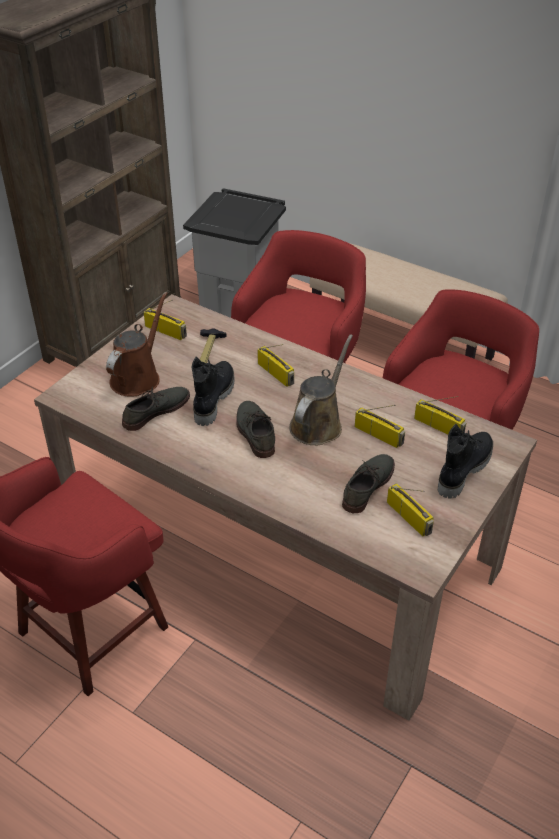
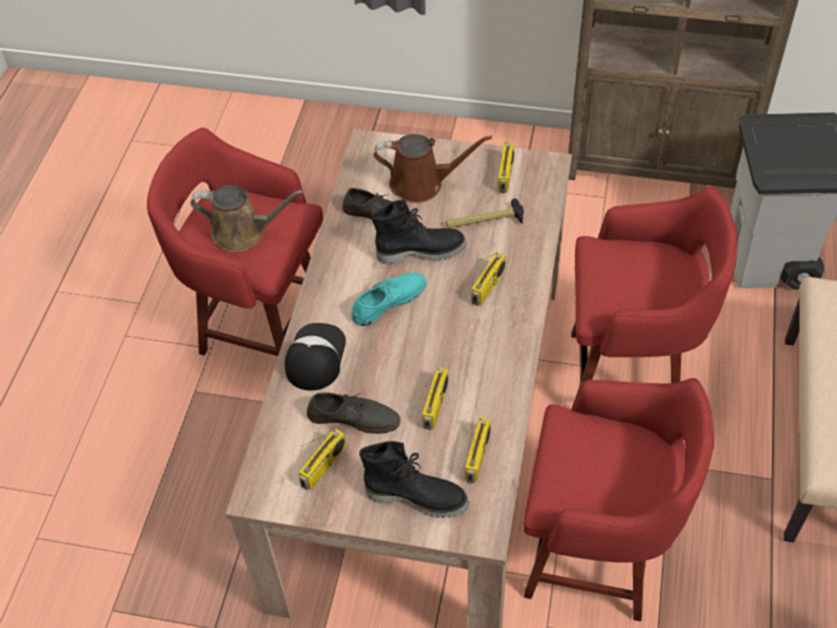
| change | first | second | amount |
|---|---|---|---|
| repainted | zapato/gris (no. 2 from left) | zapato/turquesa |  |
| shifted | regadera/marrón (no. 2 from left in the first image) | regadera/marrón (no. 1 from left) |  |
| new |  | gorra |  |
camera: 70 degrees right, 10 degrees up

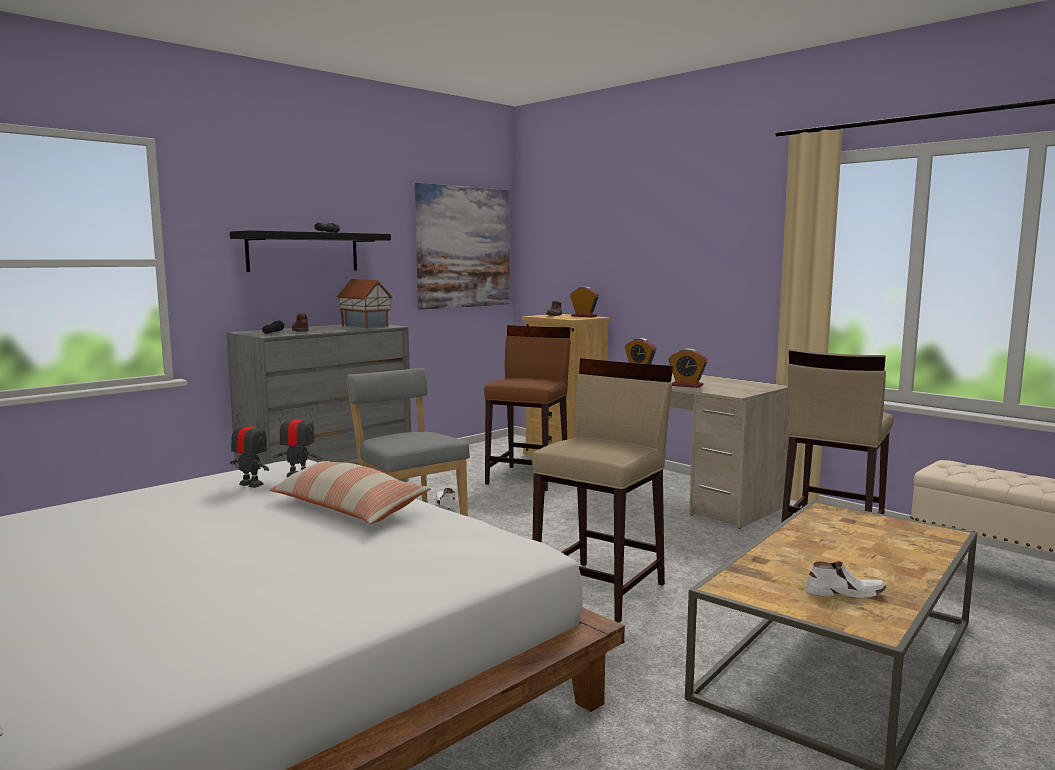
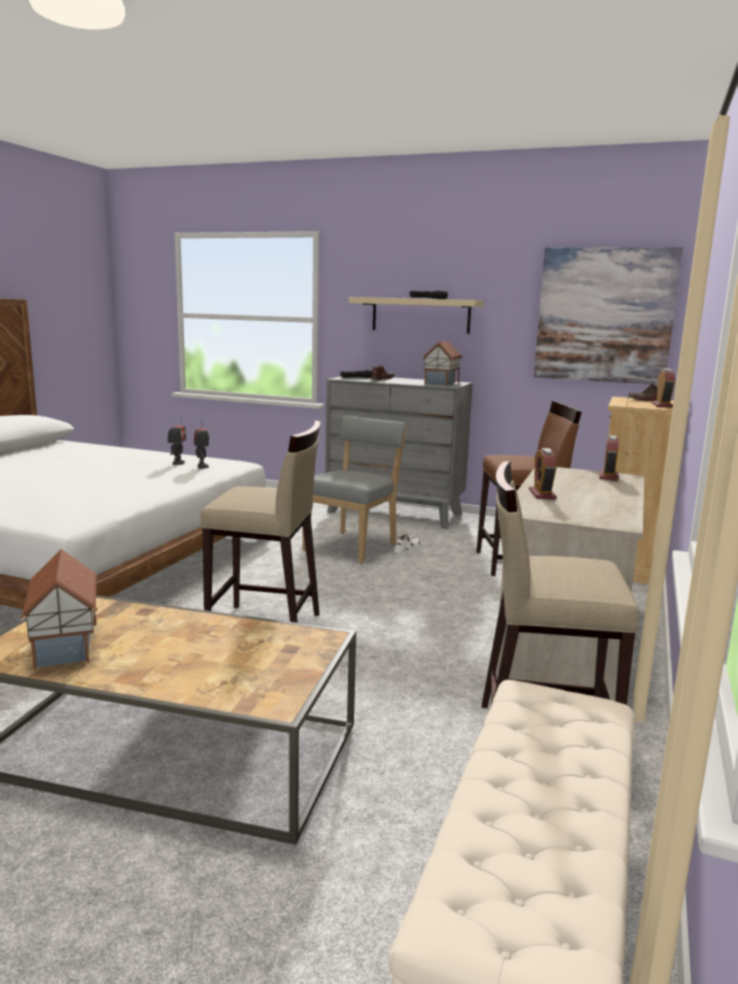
| change | first | second | amount |
|---|---|---|---|
| repainted | estante/negro | estante/beis |  |
| gone | cojín |  |  |
| swapped | zapato/blanco (no. 2 from left) | casita (no. 1 from left) |  |
camera: 65 degrees right, 5 degrees up

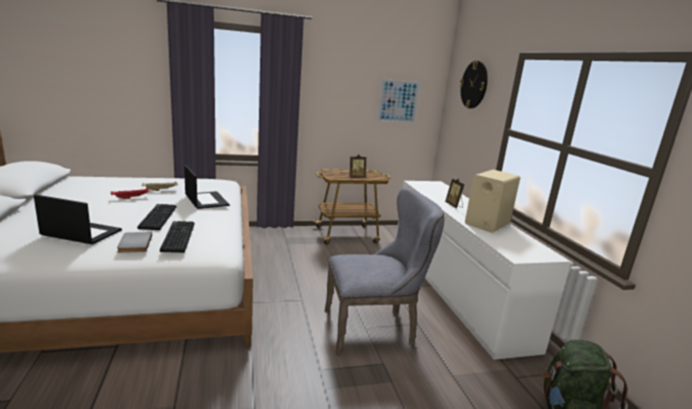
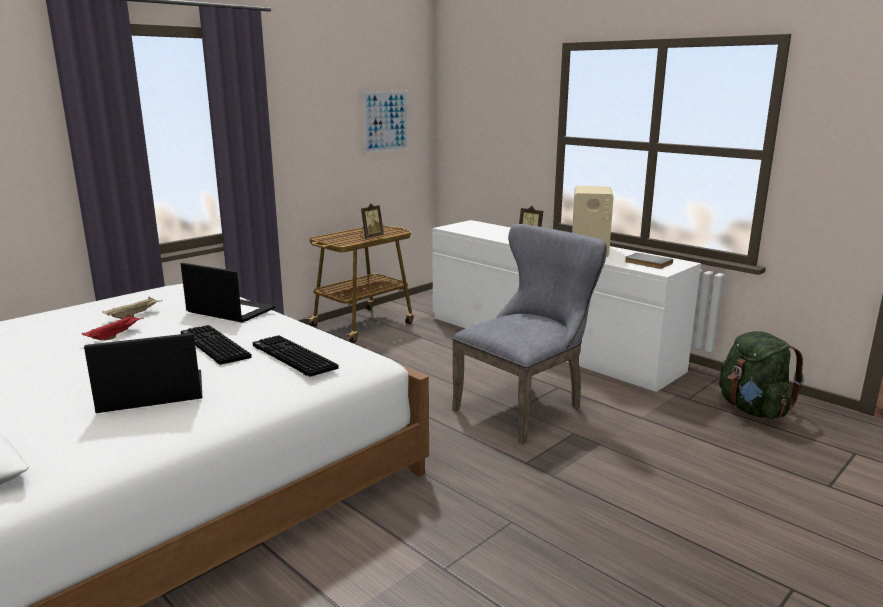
| change | first | second | amount |
|---|---|---|---|
| shifted | libro/gris |  |  |
| gone | reloj de pared |  |  |
camera: 30 degrees left, 0 degrees up

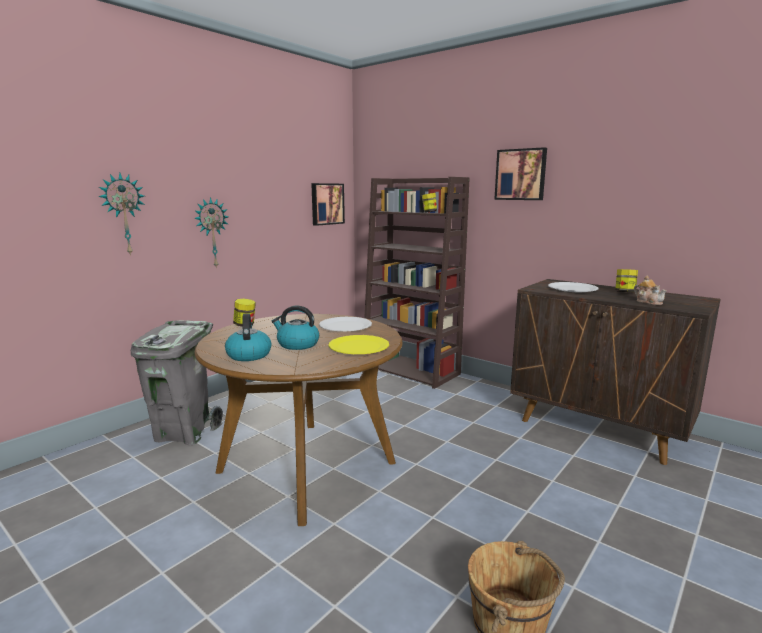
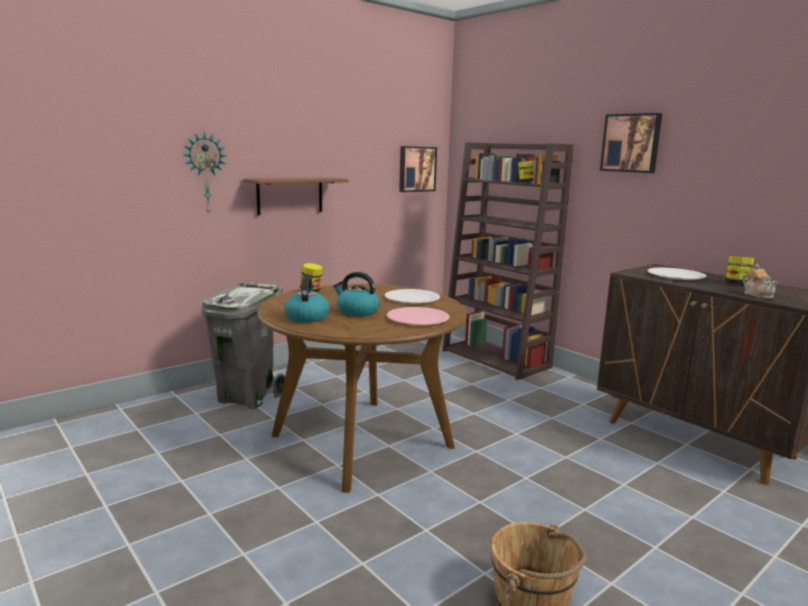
| change | first | second | amount |
|---|---|---|---|
| swapped | reloj de pared (no. 2 from left) | estante/marrón |  |
| repainted | plato/amarillo | plato/rosa |  |
camera: 10 degrees right, 0 degrees up

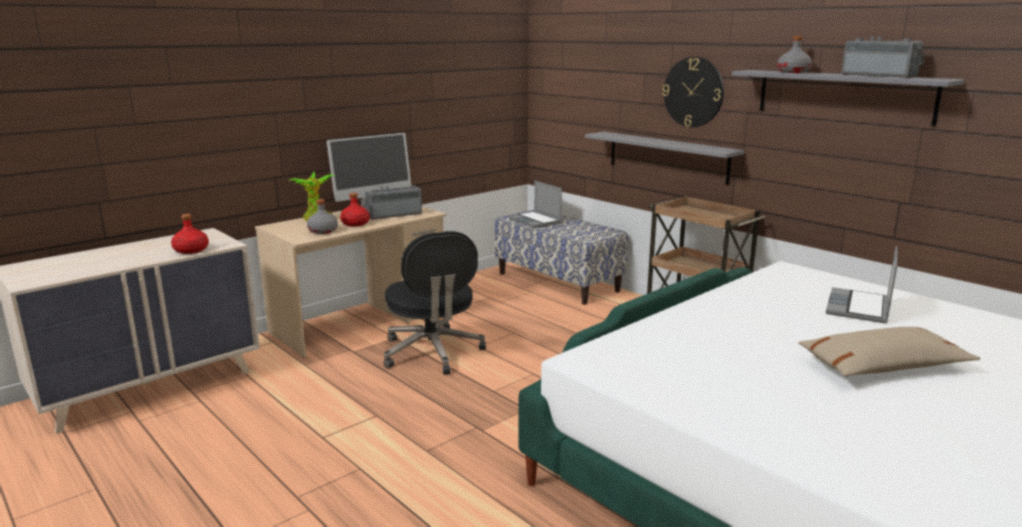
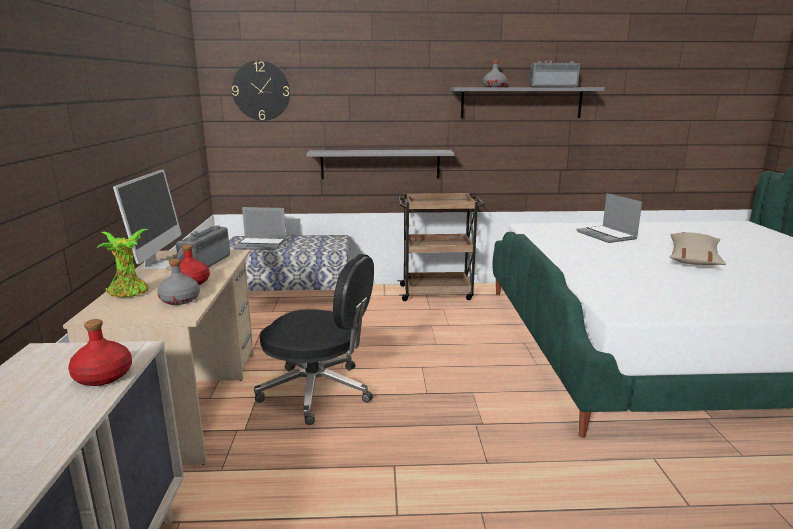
| change | first | second | amount |
|---|---|---|---|
| shifted | reloj de pared |  |  |
camera: 50 degrees left, 0 degrees up

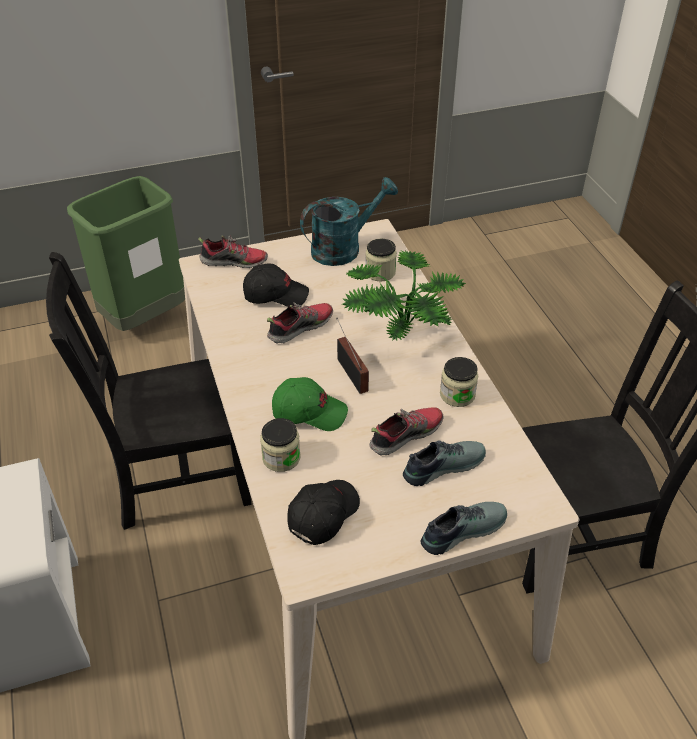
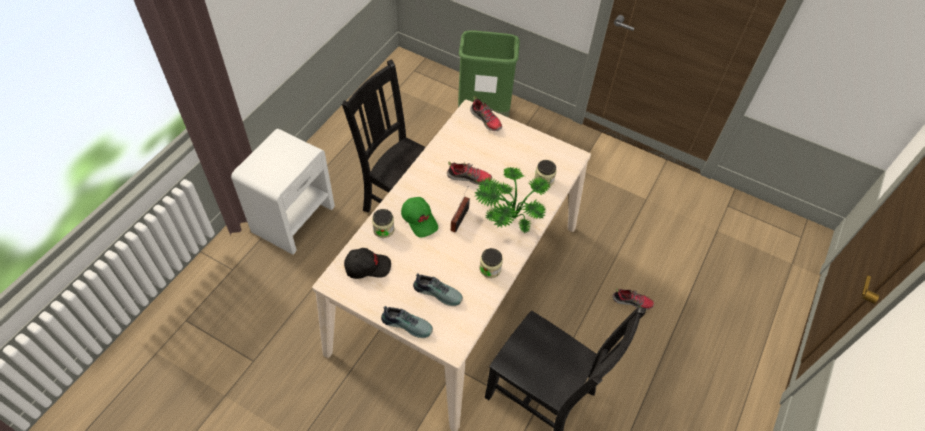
| change | first | second | amount |
|---|---|---|---|
| gone | gorra/negro (no. 1 from left) |  |  |
| gone | regadera/turquesa |  |  |
| shifted | zapato (no. 3 from left in the first image) | zapato (no. 5 from left) |  |
camera: 45 degrees right, 10 degrees up

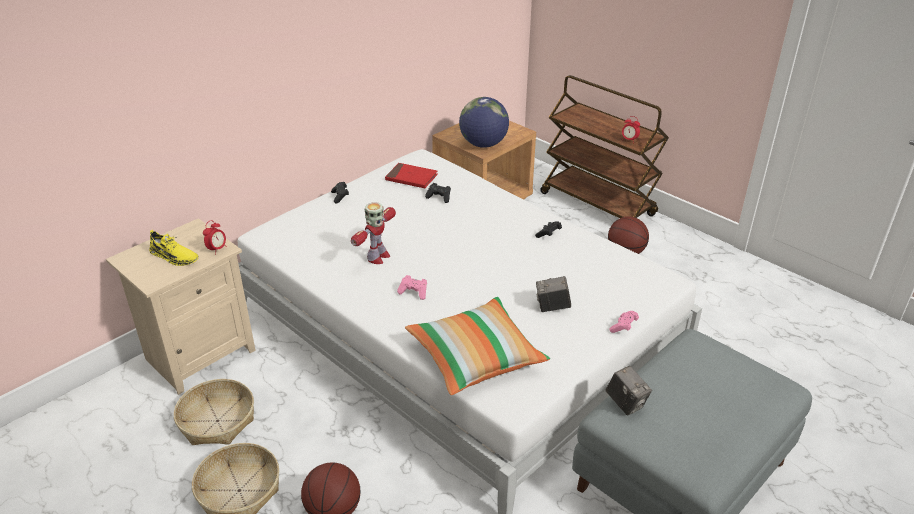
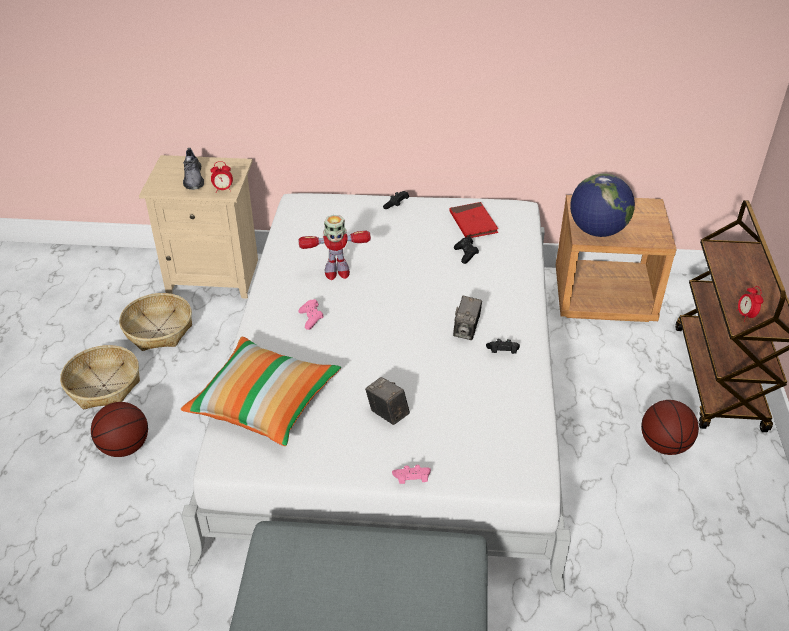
| change | first | second | amount |
|---|---|---|---|
| repainted | zapato/amarillo | zapato/gris |  |
| shifted | cámara (no. 2 from left) |  |  |
camera: 50 degrees right, 5 degrees up

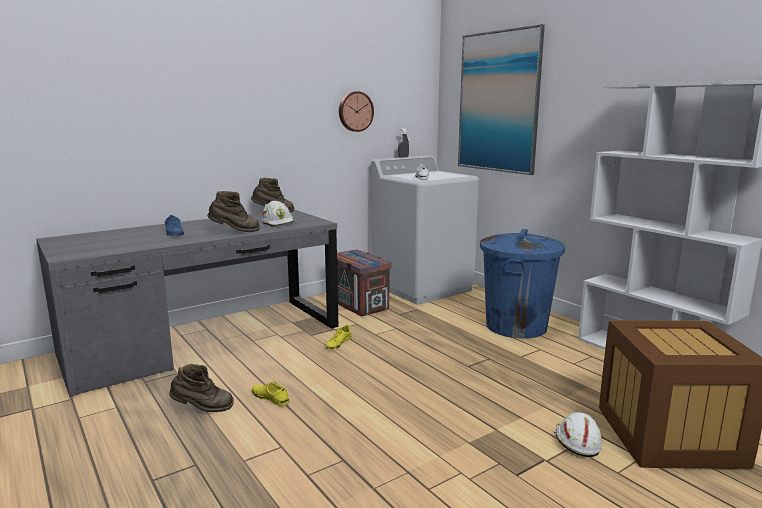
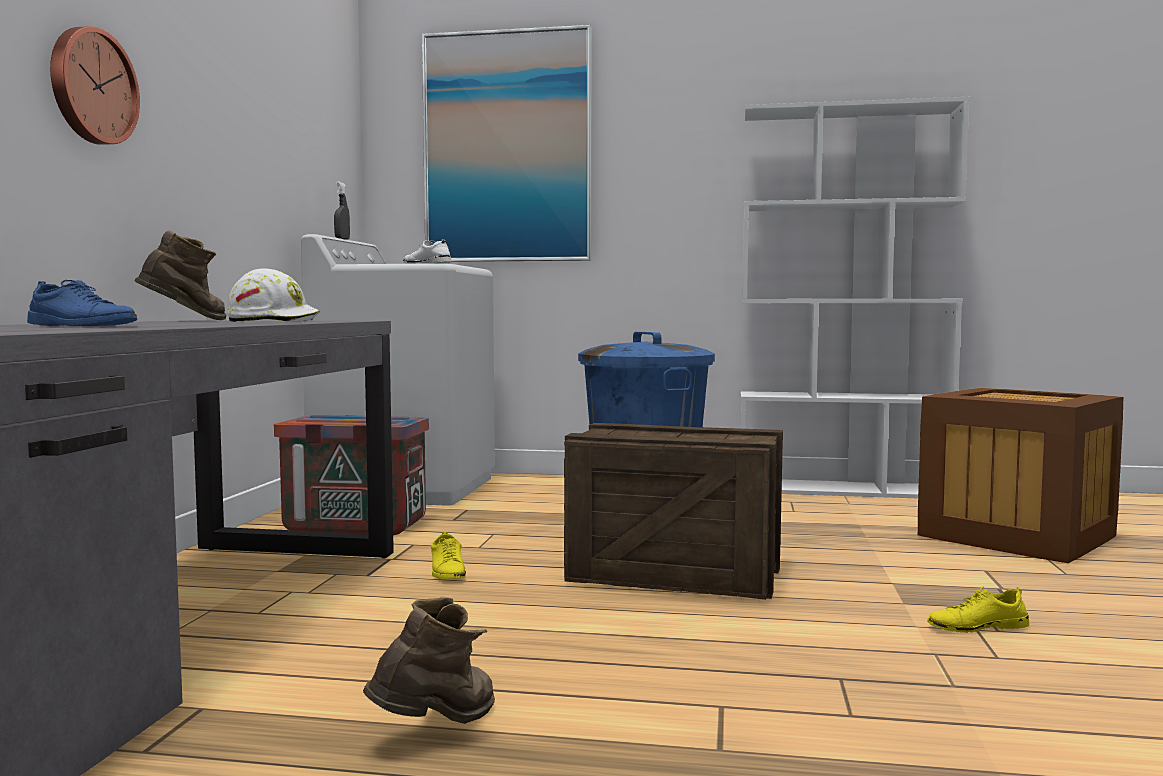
| change | first | second | amount |
|---|---|---|---|
| gone | bota/marrón (no. 2 from left) |  |  |
| shifted | zapato/amarillo (no. 1 from left in the first image) | zapato/amarillo (no. 2 from left) |  |
| shifted | reloj de pared |  |  |
| gone | casco/blanco (no. 2 from left) |  |  |
| new |  | caja de embalaje (no. 2 from left) |  |
camera: 45 degrees left, 10 degrees down

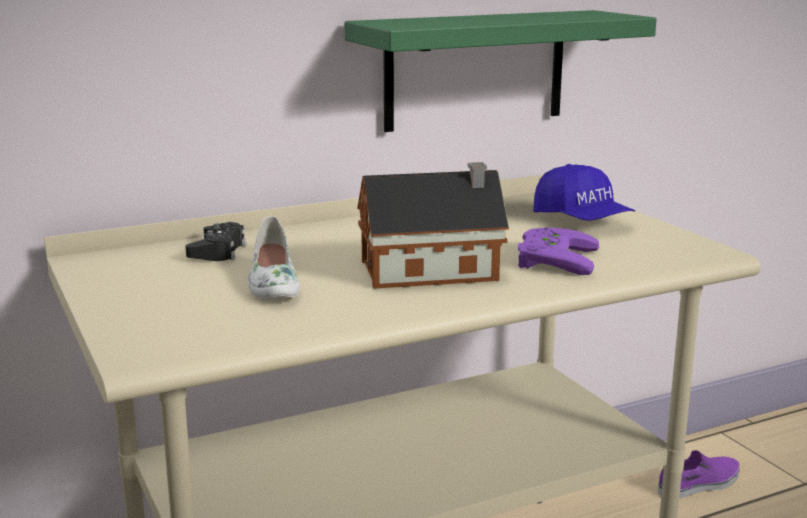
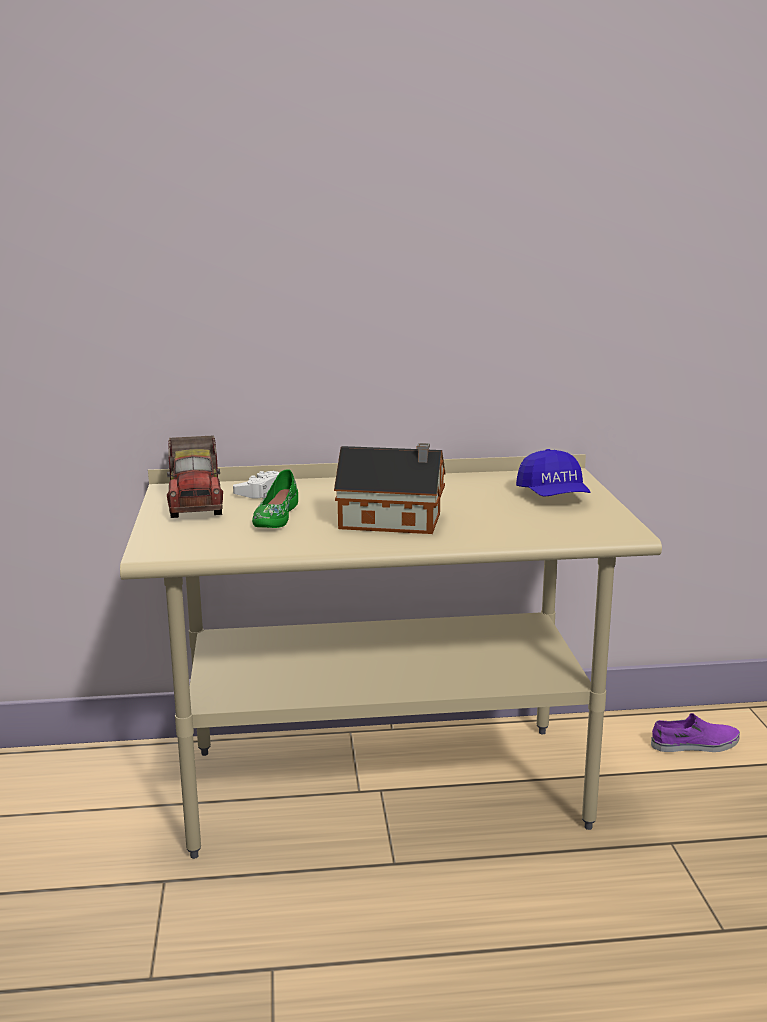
| change | first | second | amount |
|---|---|---|---|
| repainted | mando de consola/negro | mando de consola/blanco |  |
| repainted | zapato/blanco | zapato/verde |  |
| gone | estante/verde |  |  |
| gone | mando de consola/morado |  |  |
| new |  | camión de juguete |  |
camera: 20 degrees right, 0 degrees up

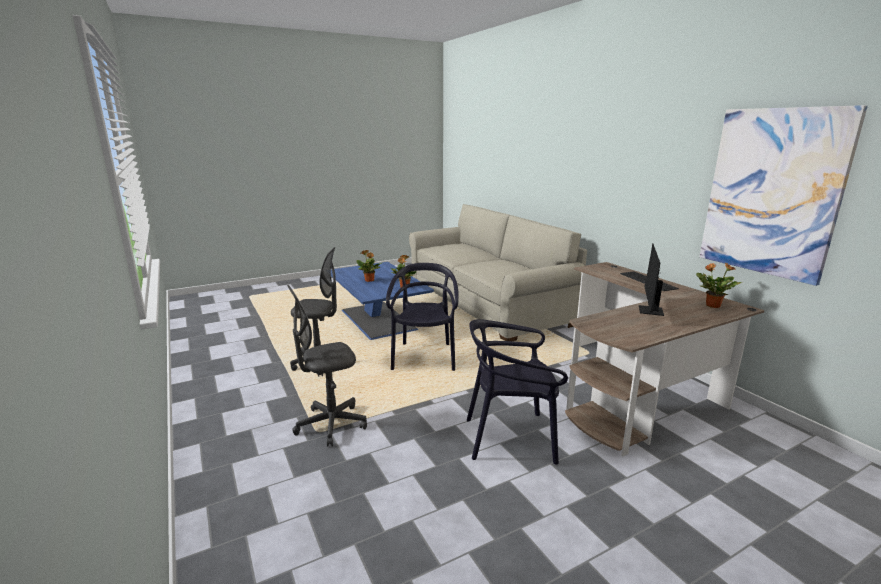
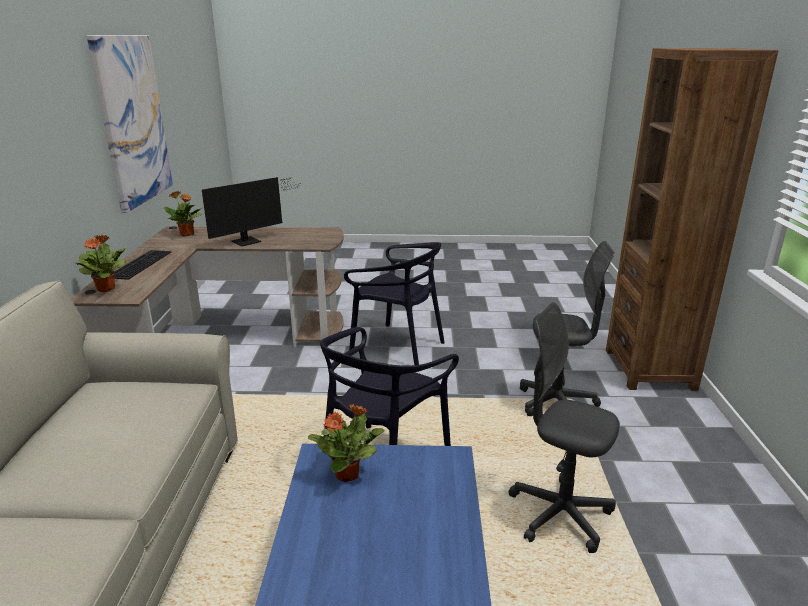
| change | first | second | amount |
|---|---|---|---|
| shifted | planta en maceta (no. 1 from left) |  |  |
| new |  | estantería/marrón |  |
camera: 150 degrees left, 5 degrees up

